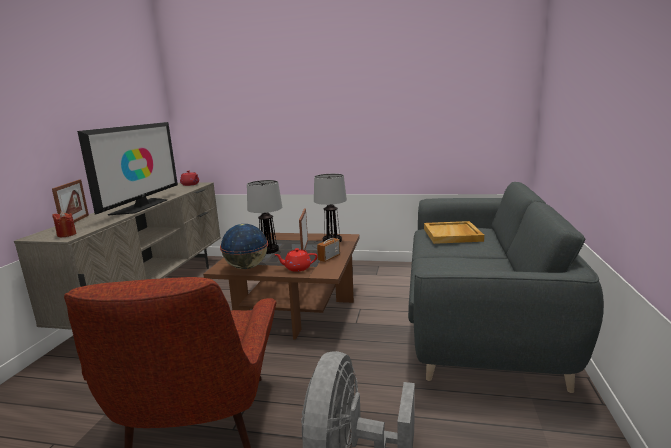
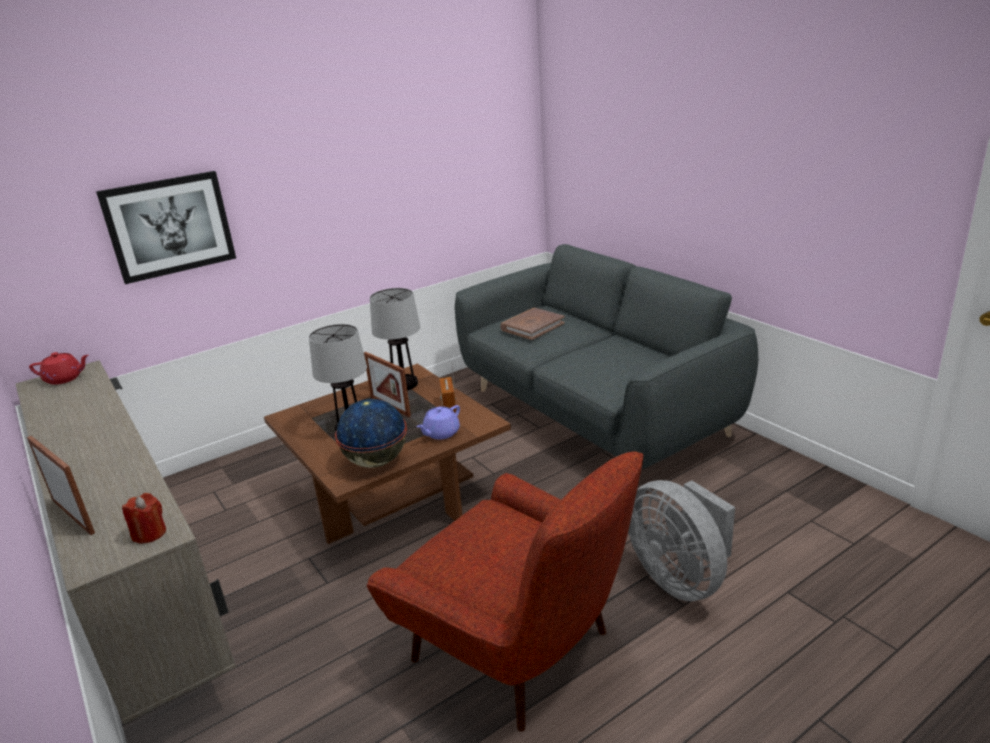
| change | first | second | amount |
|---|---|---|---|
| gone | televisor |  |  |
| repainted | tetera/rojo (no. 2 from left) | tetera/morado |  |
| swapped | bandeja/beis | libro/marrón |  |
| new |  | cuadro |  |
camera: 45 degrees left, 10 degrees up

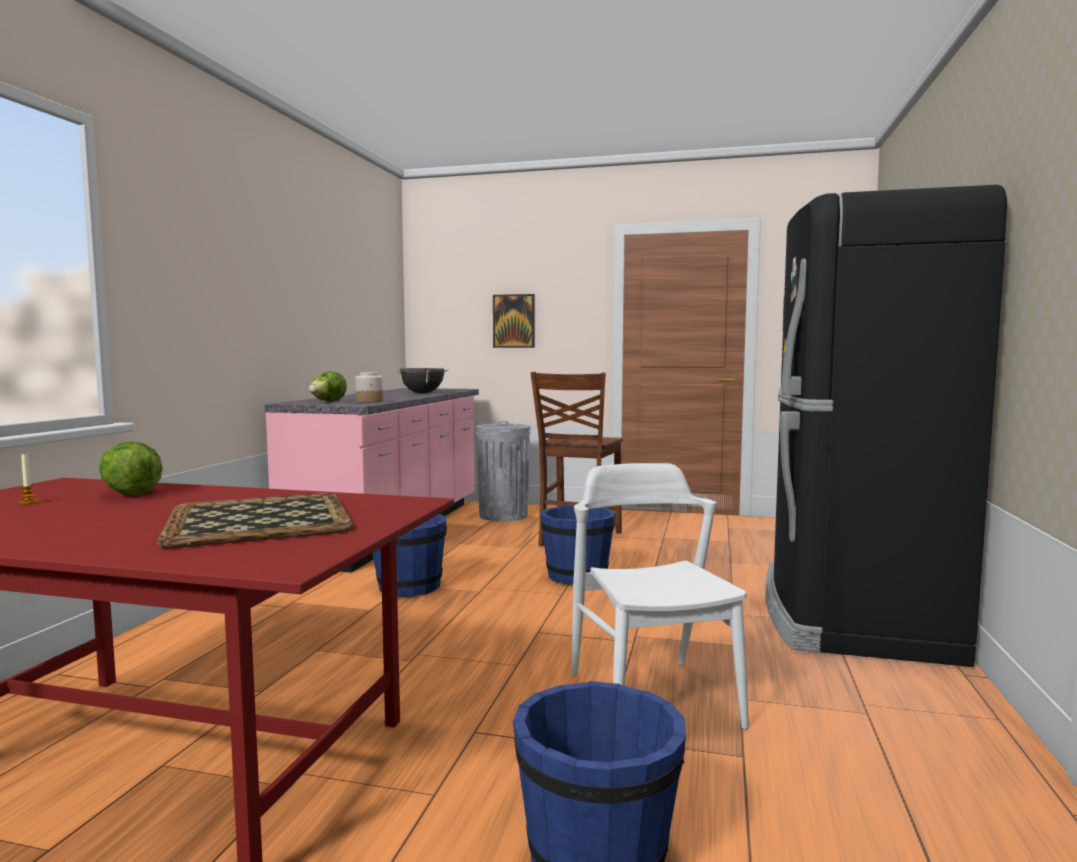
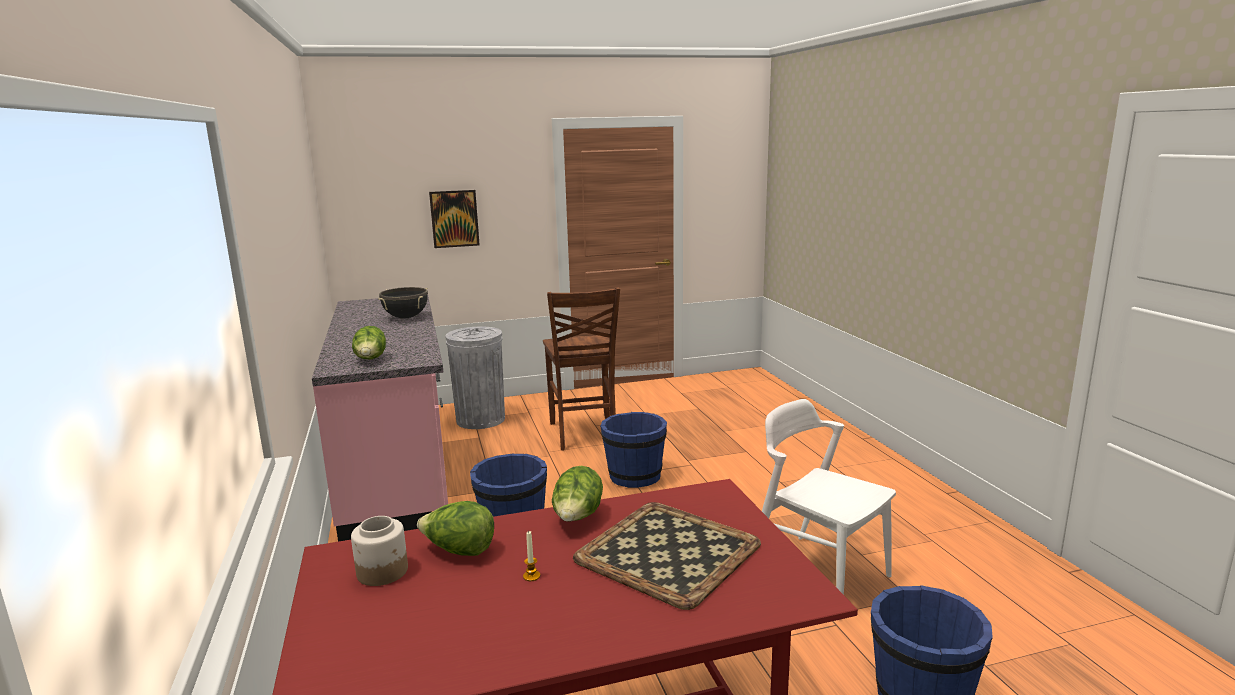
| change | first | second | amount |
|---|---|---|---|
| shifted | vela |  |  |
| shifted | tarro |  |  |
| gone | nevera/negro |  |  |
| new |  | lechuga (no. 3 from left) |  |
camera: 30 degrees left, 10 degrees up

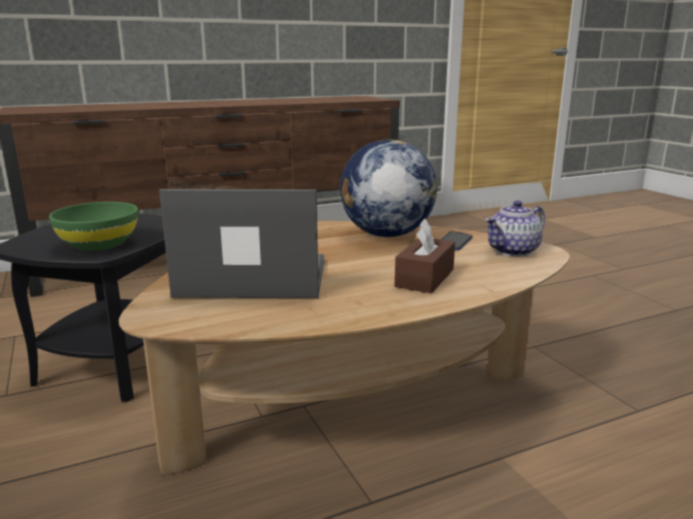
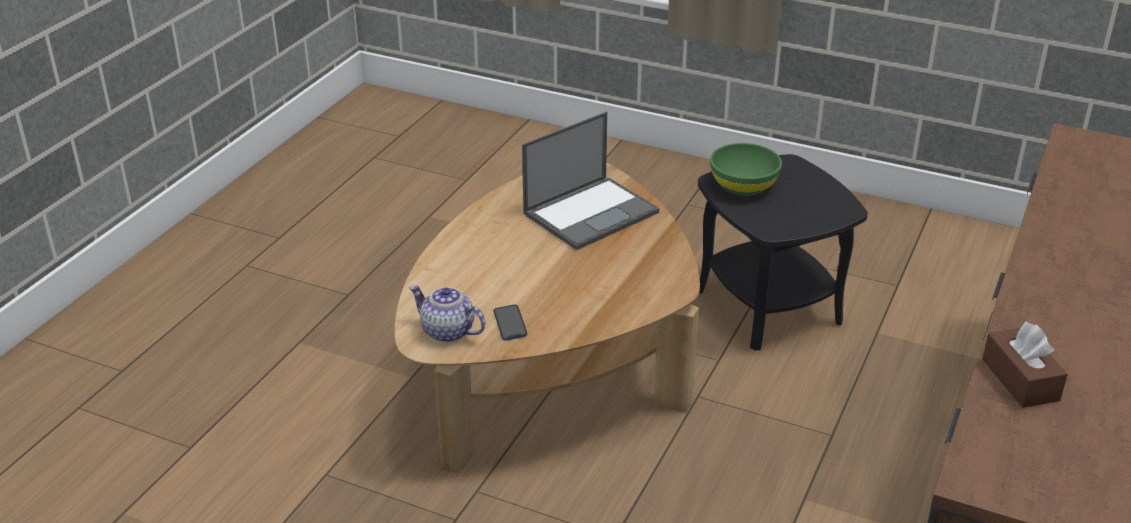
| change | first | second | amount |
|---|---|---|---|
| gone | globo terráqueo |  |  |
| shifted | caja de pañuelos/marrón |  |  |
| rotated | tetera |  | 75 degrees counterclockwise |
camera: 140 degrees right, 15 degrees up

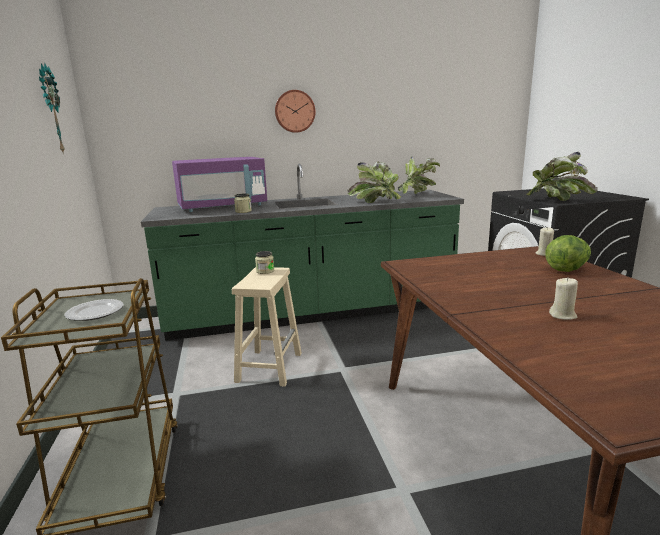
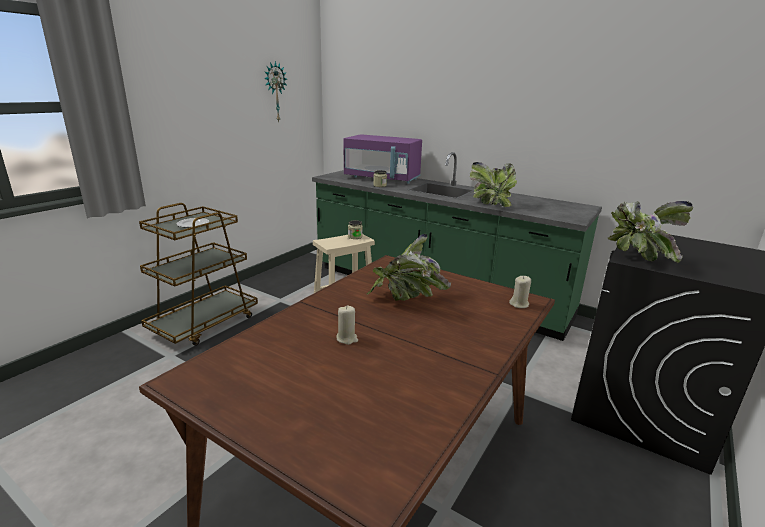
| change | first | second | amount |
|---|---|---|---|
| gone | reloj de pared (no. 2 from left) |  |  |
| shifted | planta en maceta (no. 2 from left in the first image) | planta en maceta (no. 1 from left) |  |
| gone | lechuga |  |  |
camera: 45 degrees right, 5 degrees up

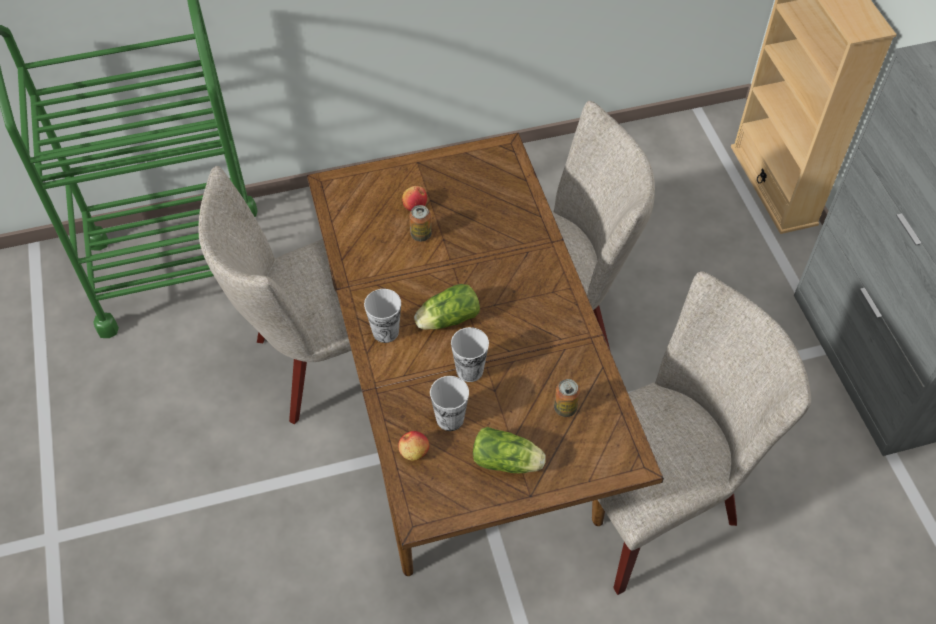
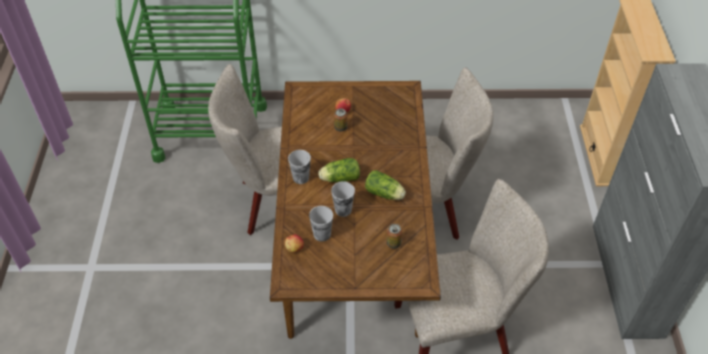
| change | first | second | amount |
|---|---|---|---|
| shifted | lechuga (no. 2 from left) |  |  |
camera: 15 degrees right, 5 degrees down

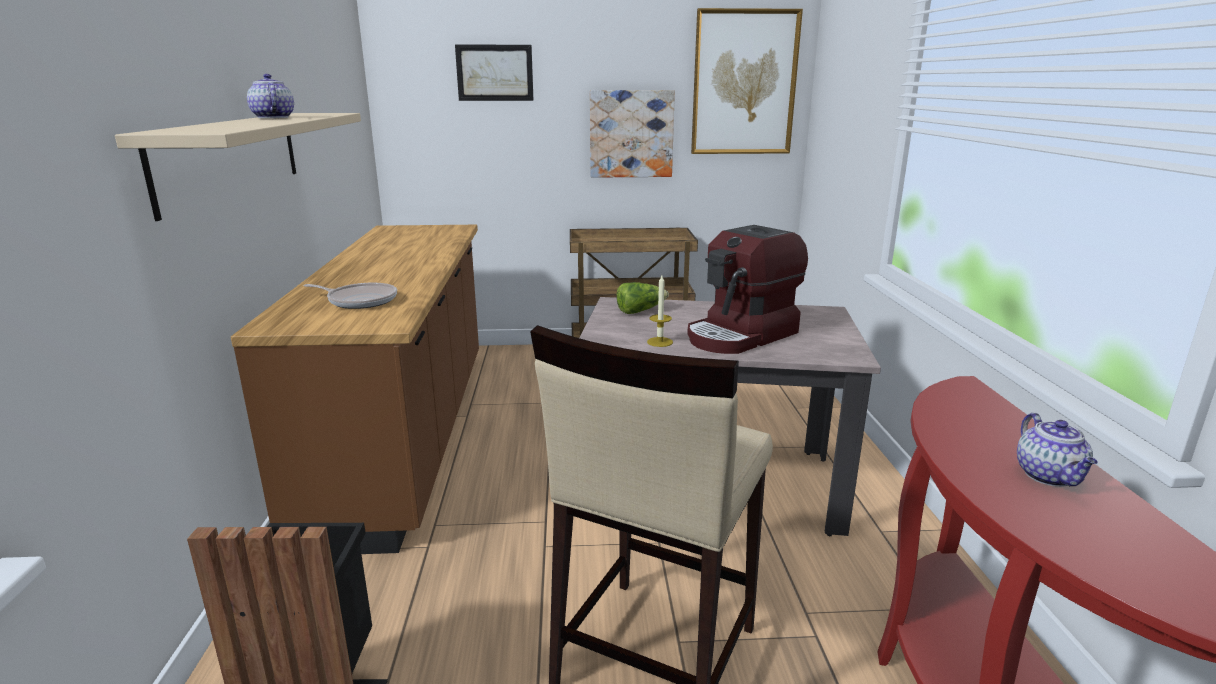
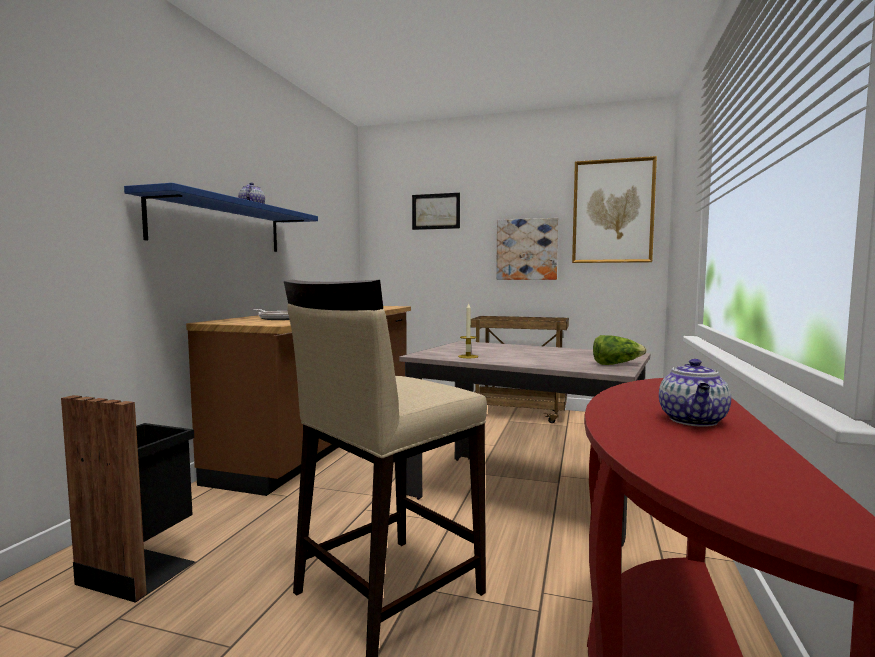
| change | first | second | amount |
|---|---|---|---|
| repainted | estante/beis | estante/azul |  |
| shifted | lechuga |  |  |
| gone | cafetera |  |  |
camera: 20 degrees right, 15 degrees down

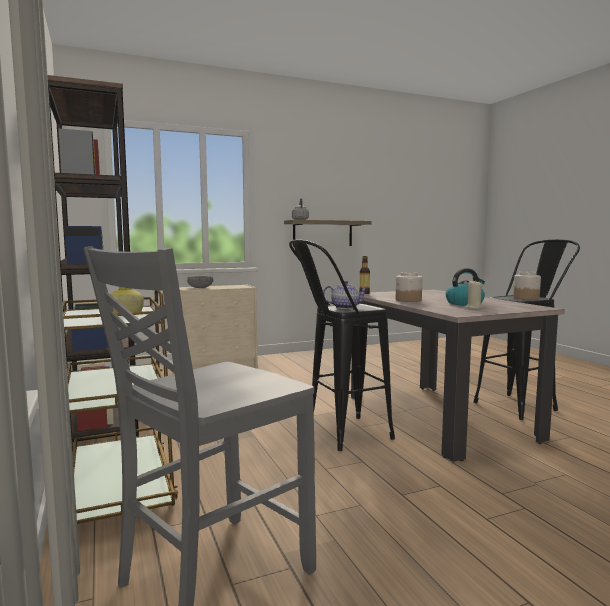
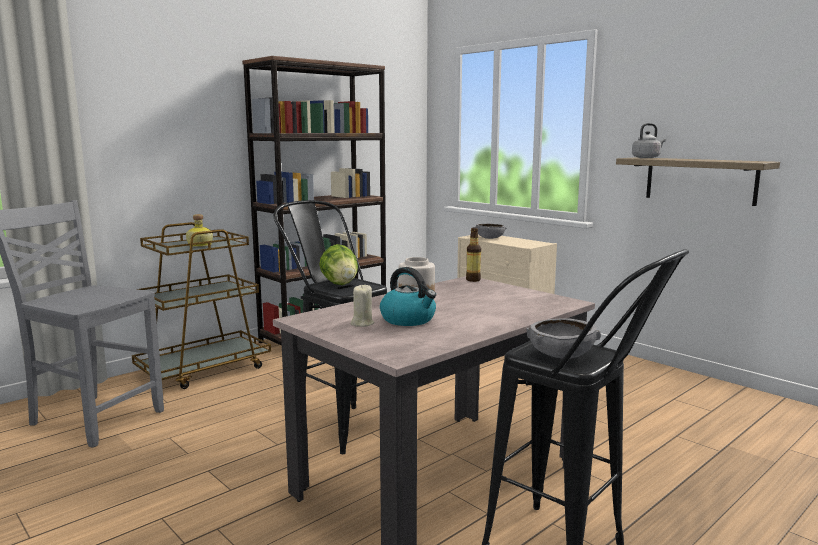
| change | first | second | amount |
|---|---|---|---|
| swapped | tetera | lechuga |  |
| swapped | tarro (no. 2 from left) | cuenco/gris (no. 2 from left) |  |
camera: 70 degrees right, 5 degrees up

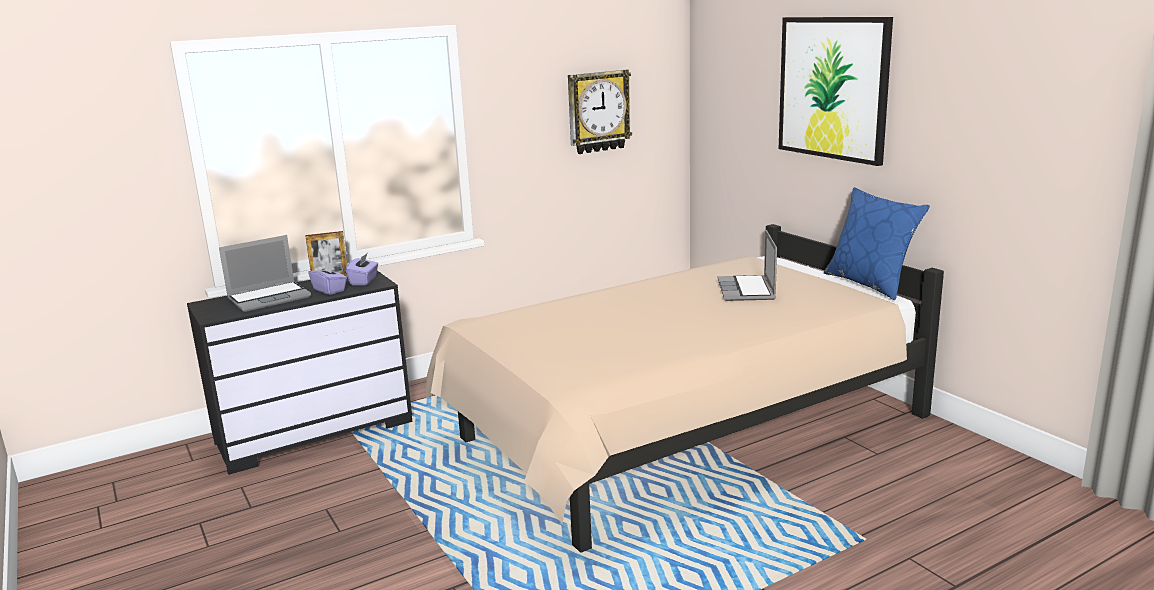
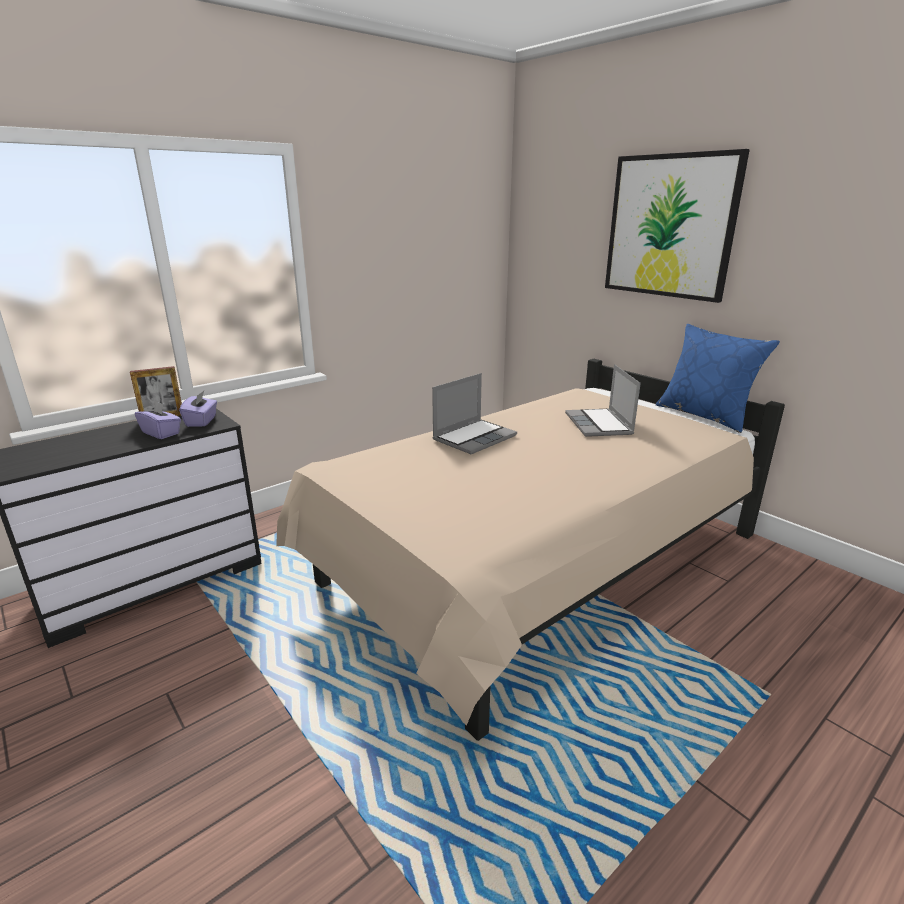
| change | first | second | amount |
|---|---|---|---|
| shifted | portátil (no. 1 from left) |  |  |
| gone | reloj de pared |  |  |
camera: 10 degrees left, 5 degrees up

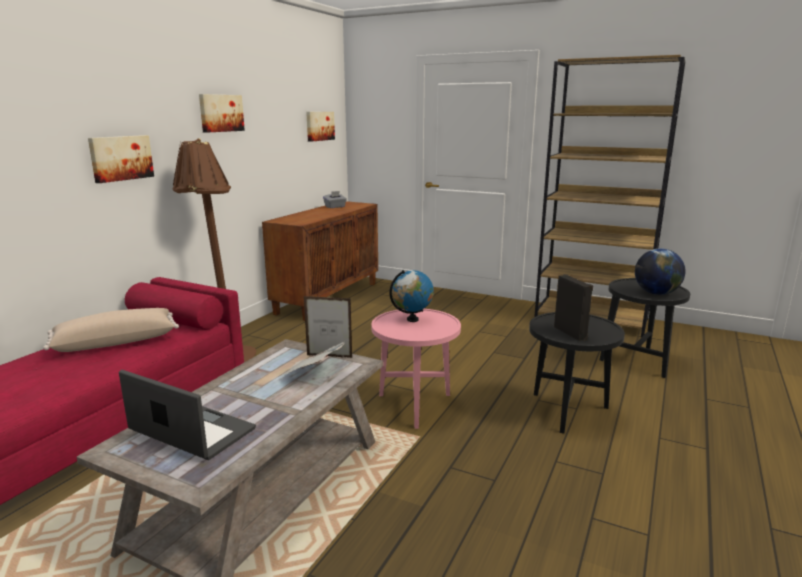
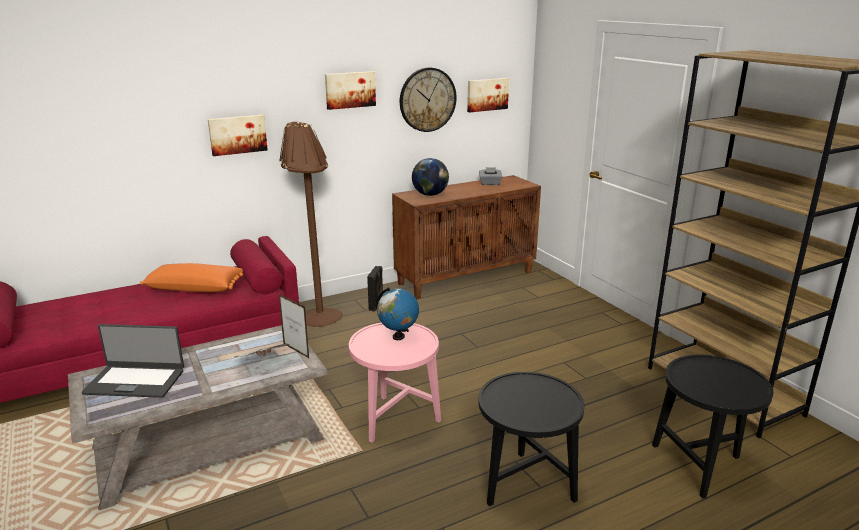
| change | first | second | amount |
|---|---|---|---|
| repainted | cojín/beis | cojín/naranja |  |
| rotated | portátil |  | 120 degrees clockwise |
| shifted | altavoz/negro |  |  |
| shifted | globo terráqueo (no. 2 from left) |  |  |
| new |  | reloj de pared |  |
camera: 35 degrees right, 5 degrees up

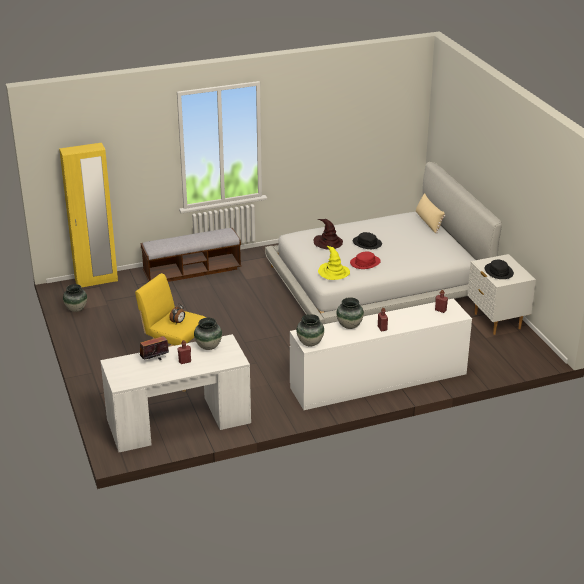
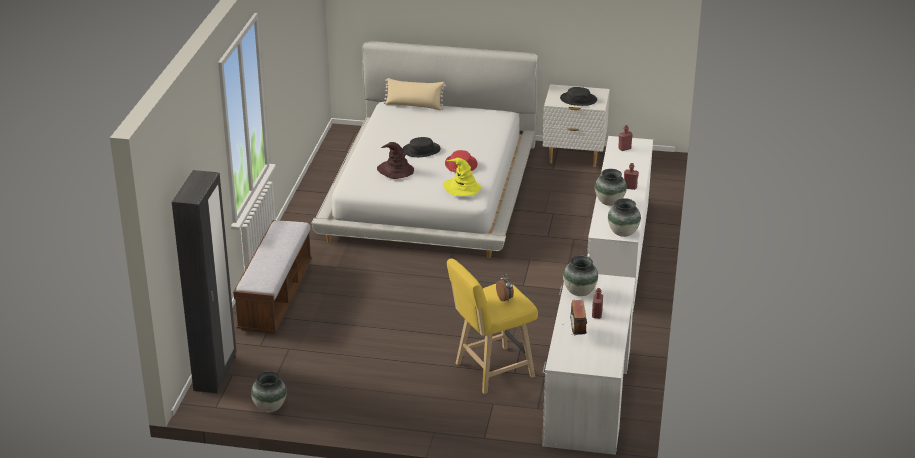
| change | first | second | amount |
|---|---|---|---|
| repainted | armario ropero/amarillo | armario ropero/negro |  |
camera: 60 degrees left, 0 degrees up

